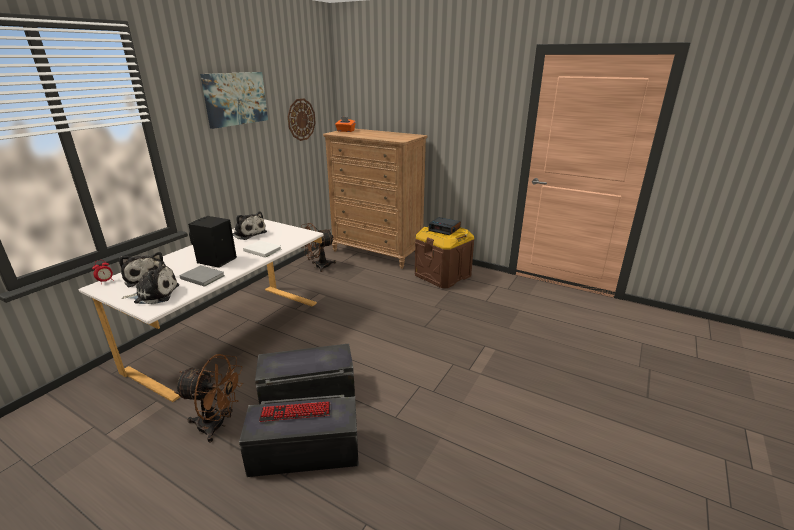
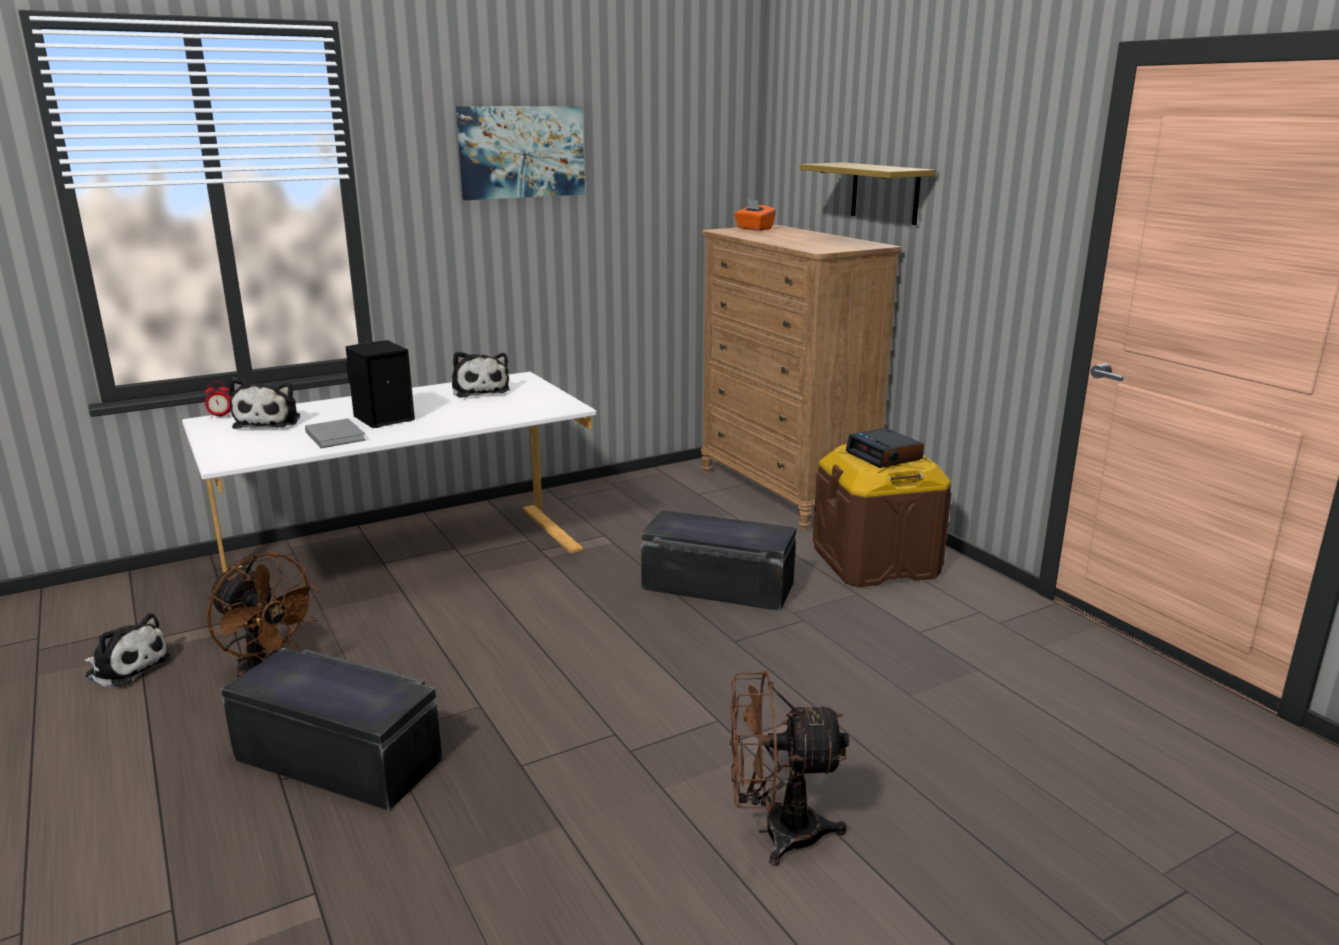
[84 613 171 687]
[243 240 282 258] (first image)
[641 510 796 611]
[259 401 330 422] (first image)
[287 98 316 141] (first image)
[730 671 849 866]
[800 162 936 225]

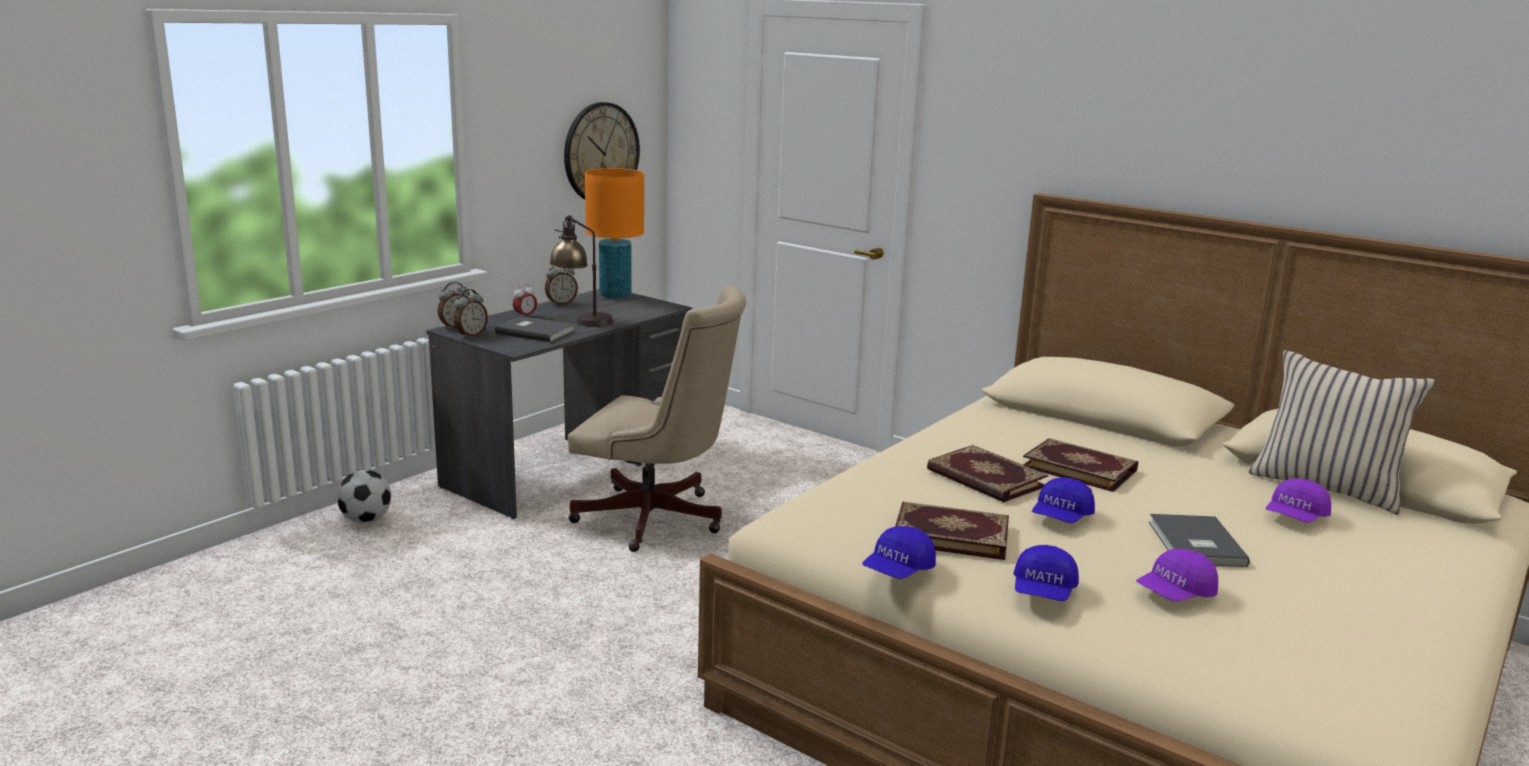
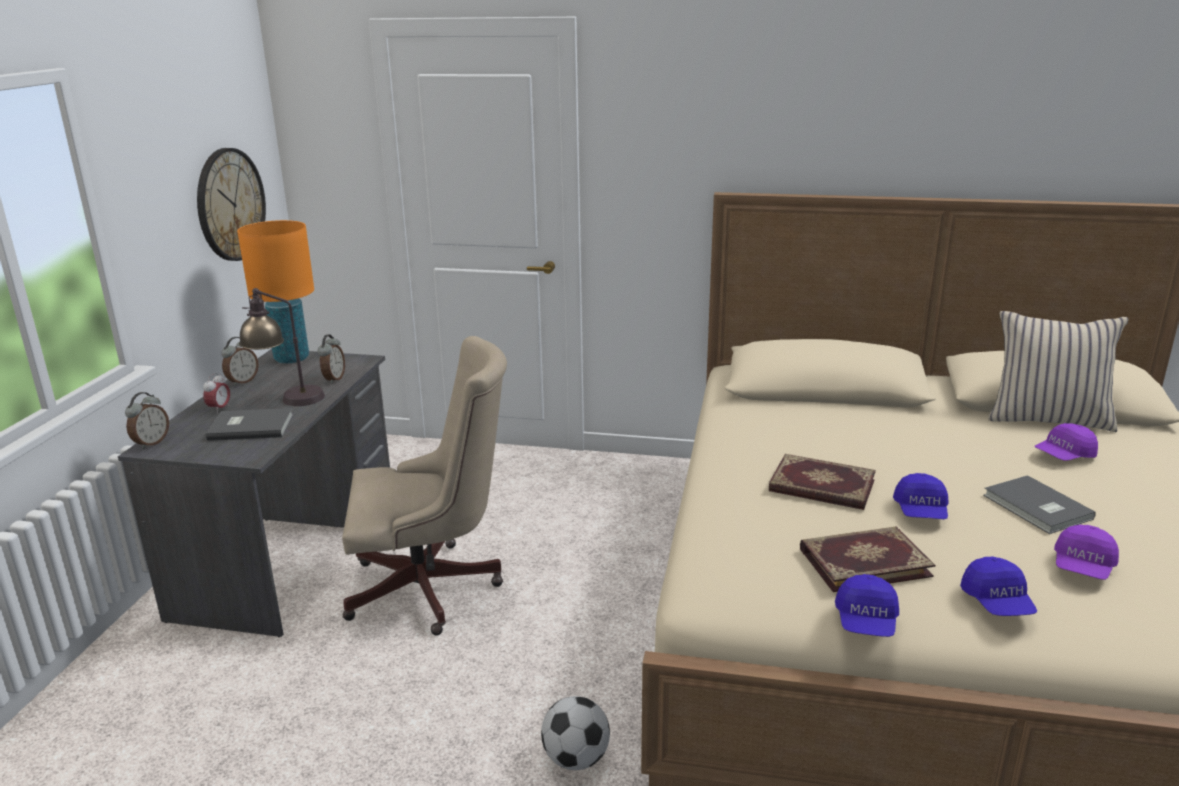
[541 696 610 770]
[318 334 345 384]
[1023 438 1138 492] (first image)
[1035 423 1098 461]

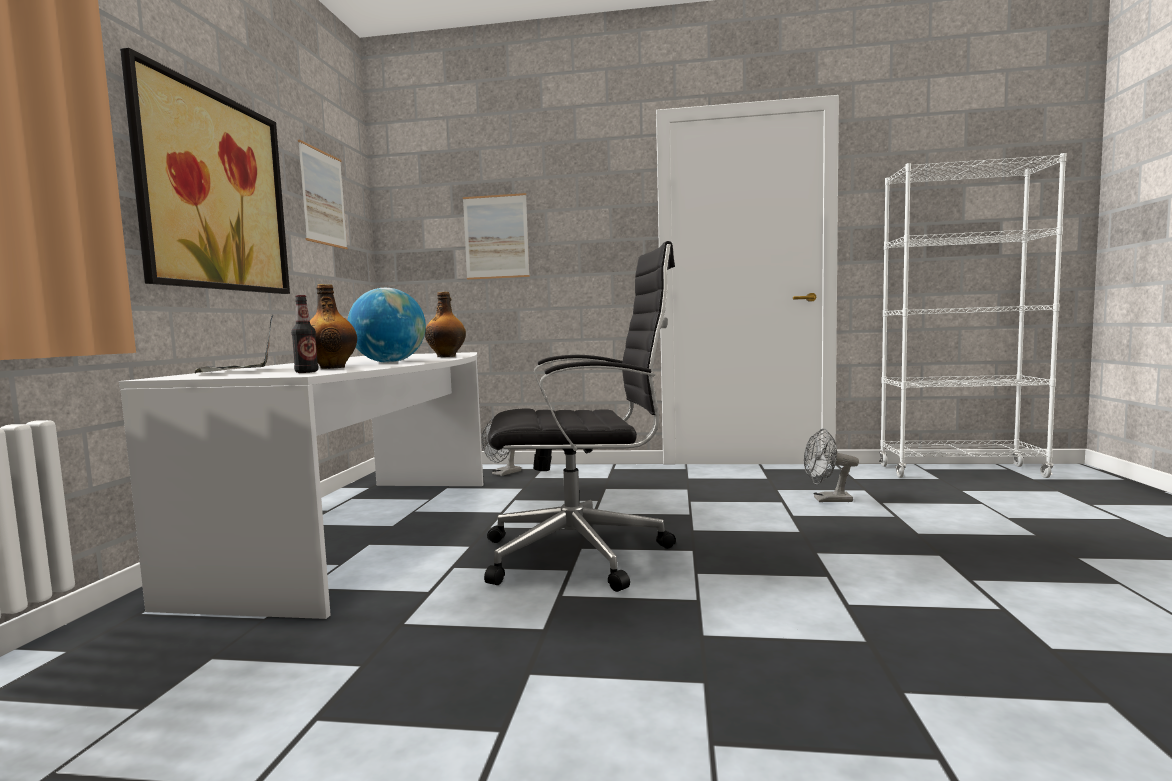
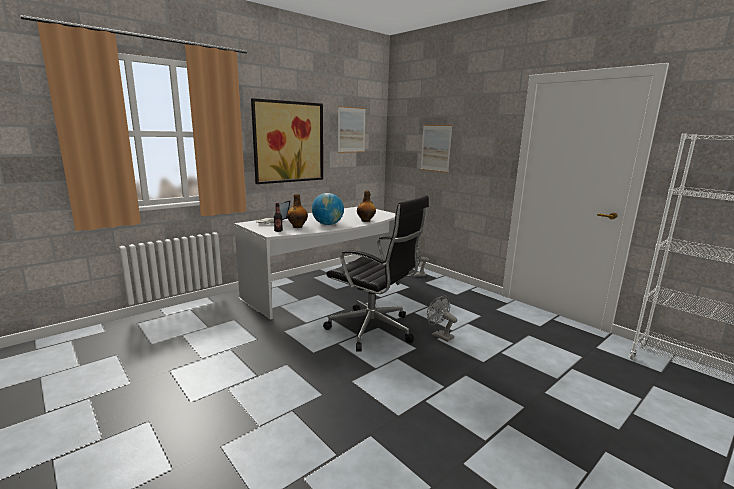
[427 295 457 342]

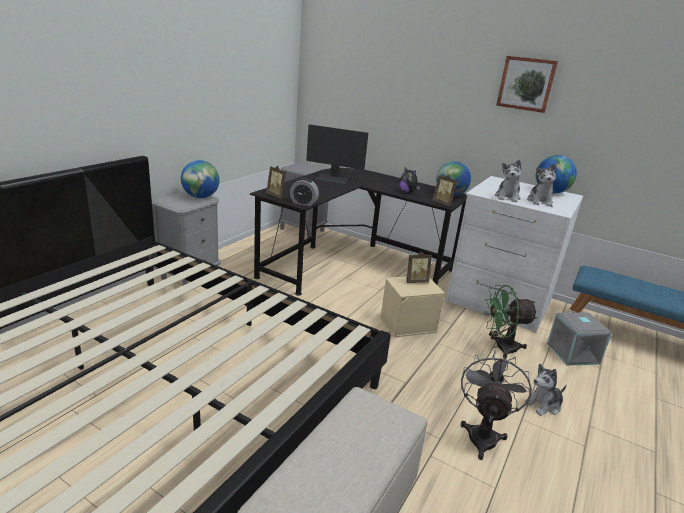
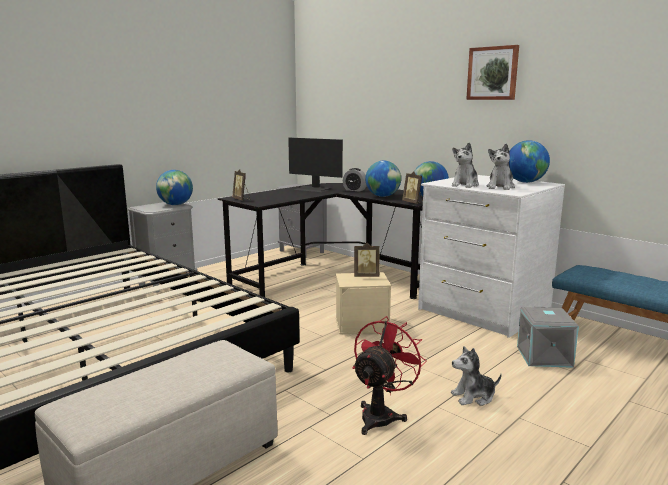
[343 168 367 192]
[365 161 401 197]
[352 316 427 435]
[484 285 538 358] (first image)

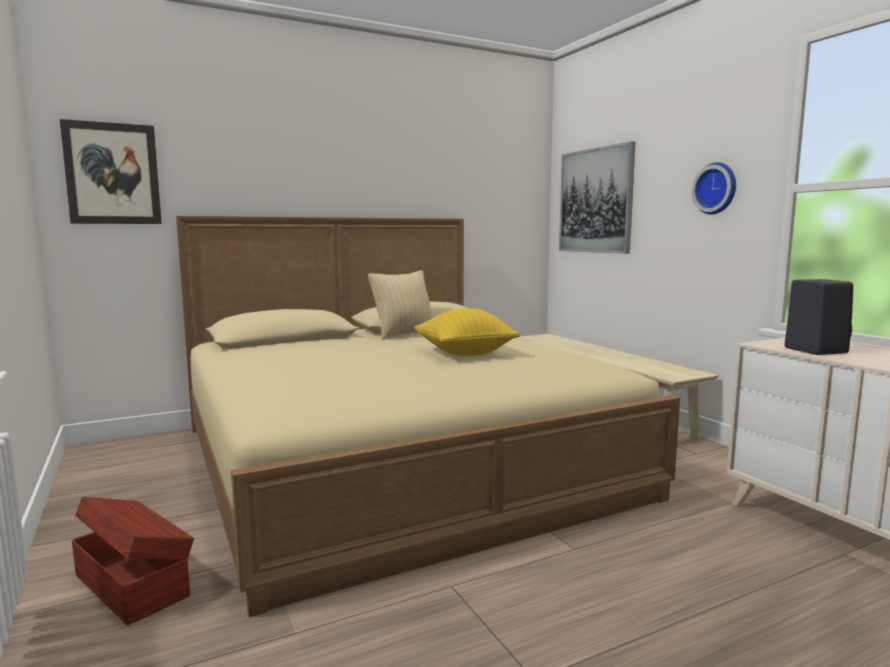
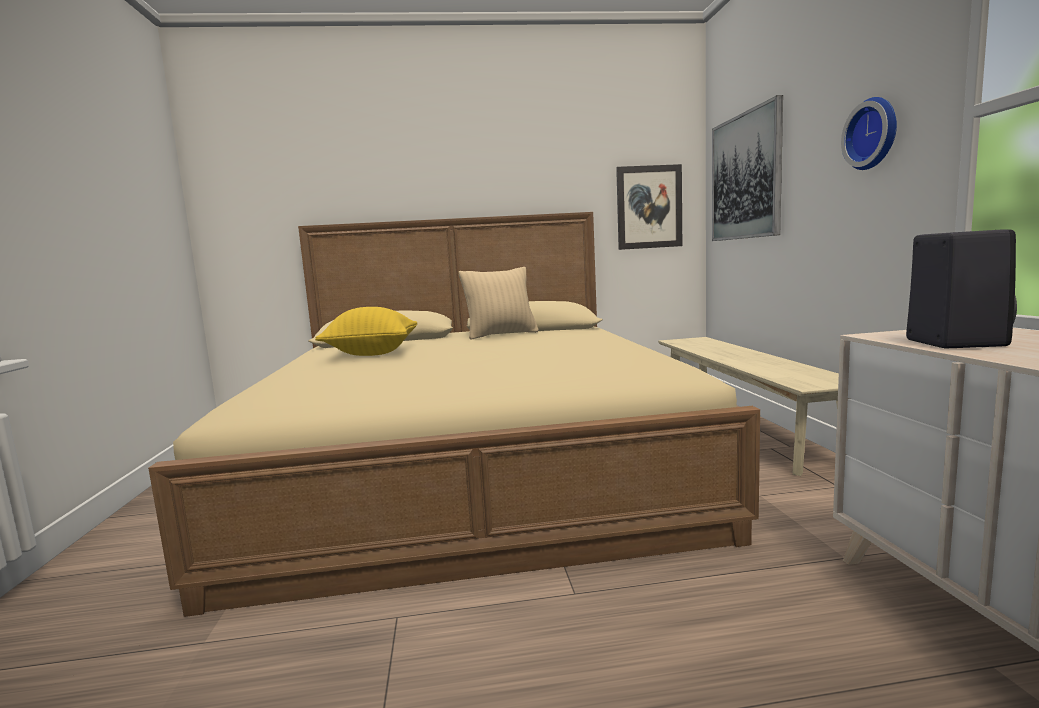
[616 164 682 250]
[72 497 194 626] (first image)
[315 307 417 356]

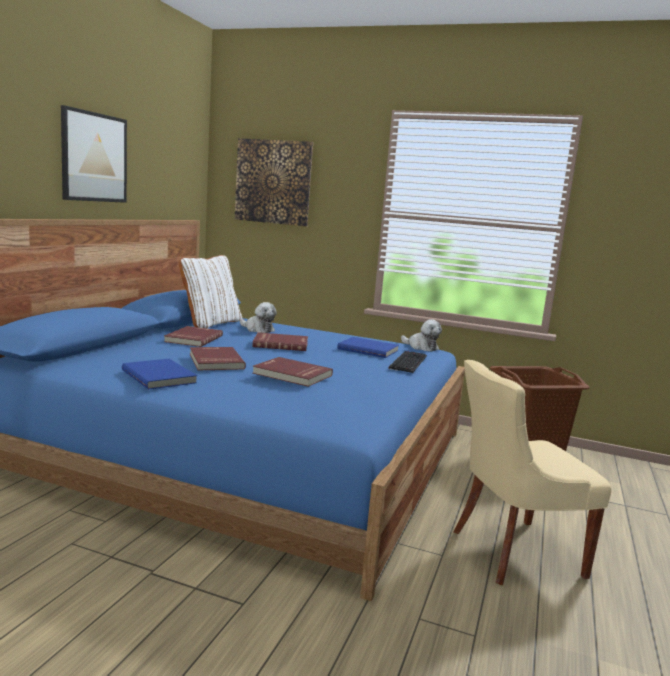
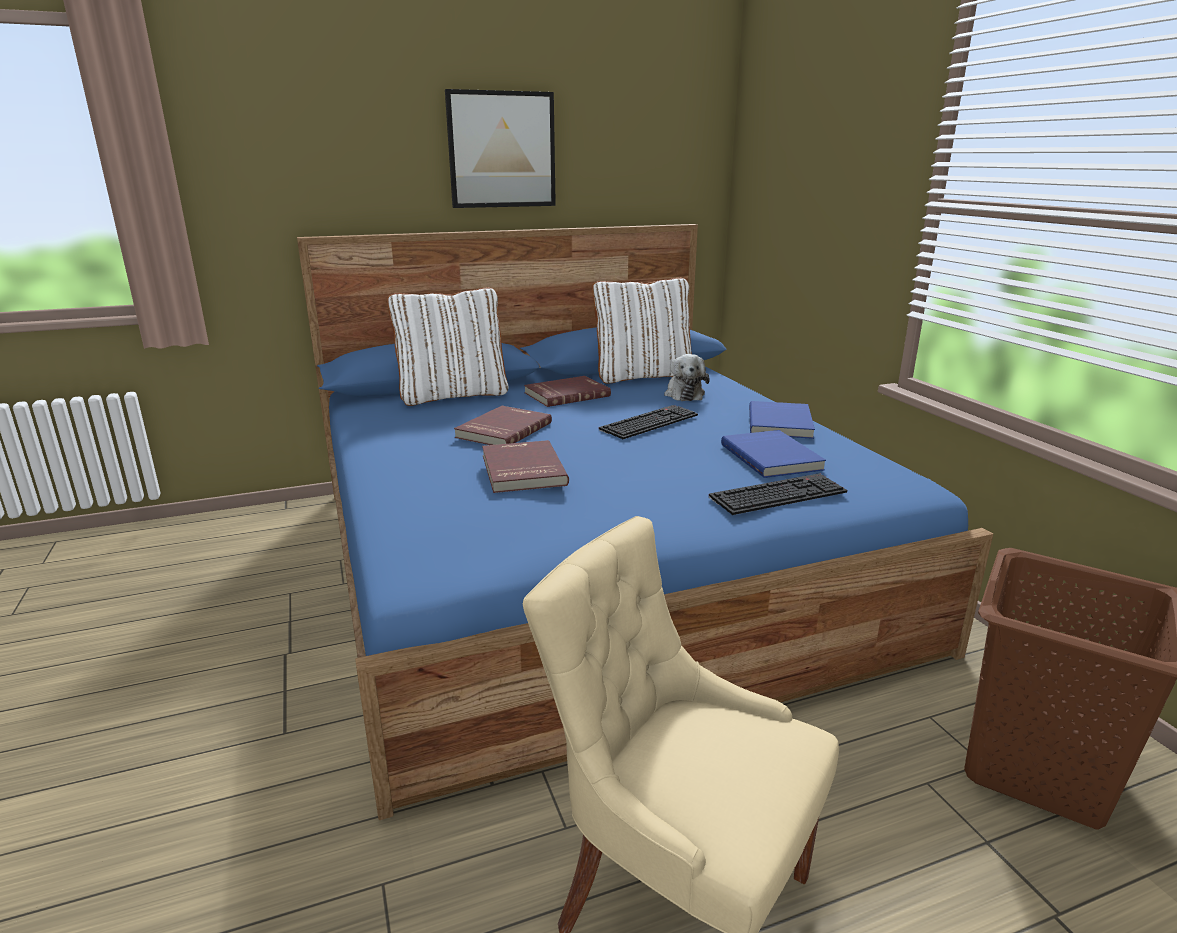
[749 401 815 439]
[235 138 313 226] (first image)
[599 405 698 439]
[401 319 442 351] (first image)
[387 288 508 406]

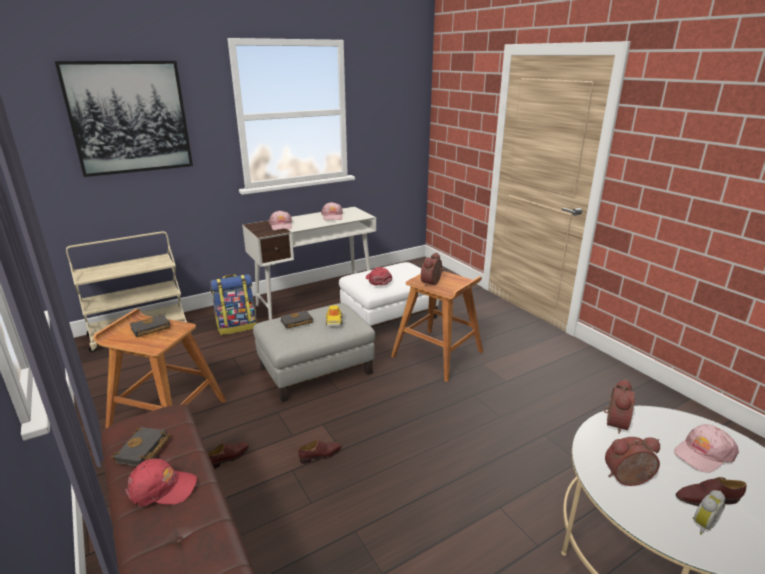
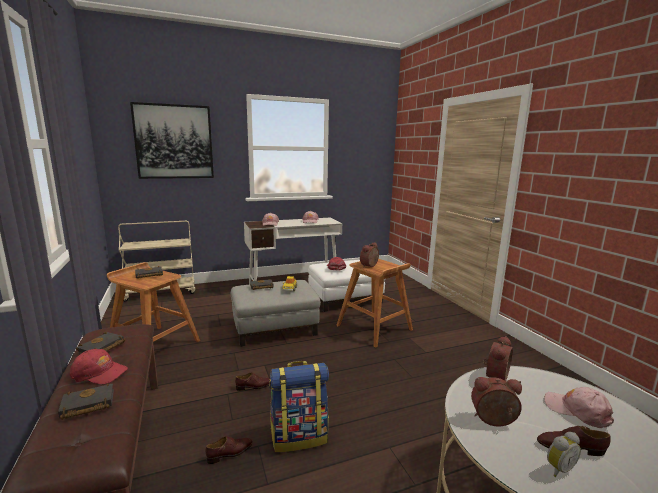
[206 436 253 464]
[269 361 329 452]
[544 387 614 428]
[58 383 114 420]

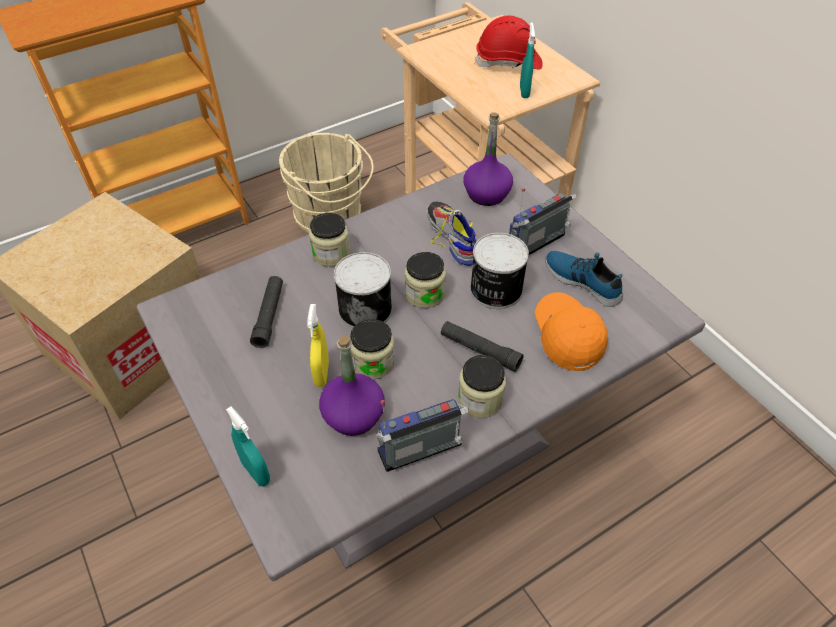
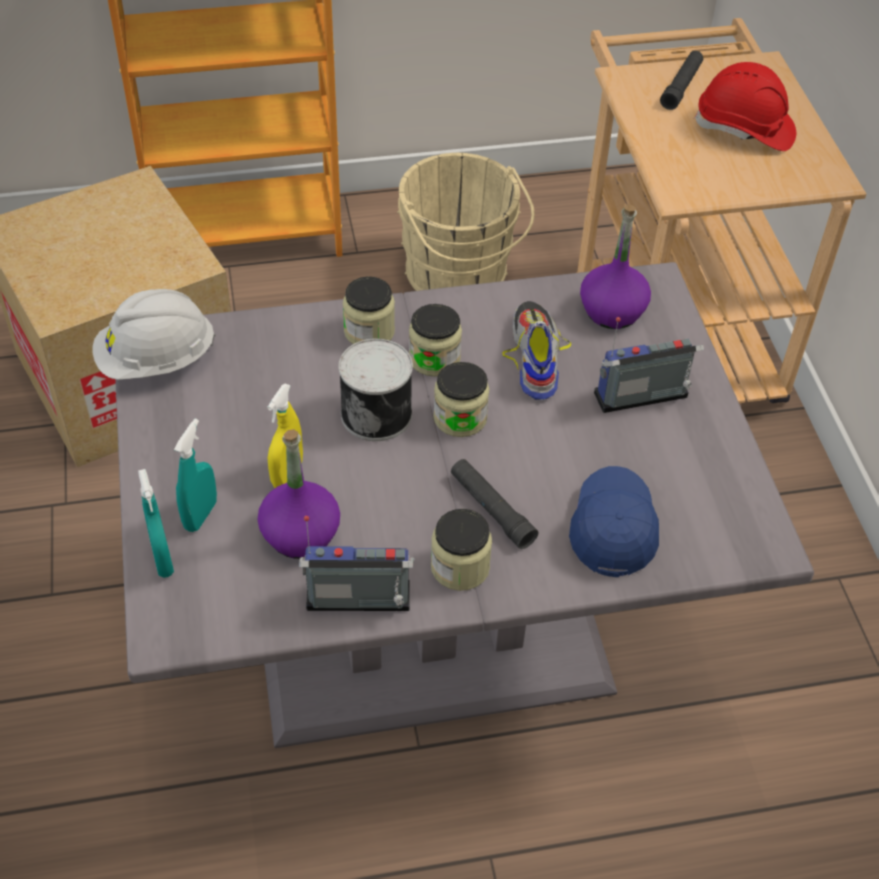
[660 51 704 110]
[409 304 462 377]
[470 233 529 309] (first image)
[174 418 217 532]
[569 466 659 577]
[545 251 623 307] (first image)
[93 289 215 380]

